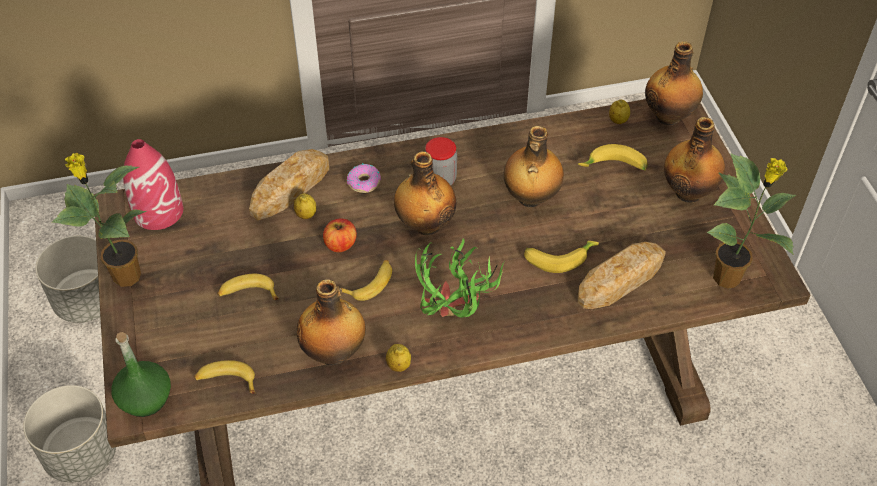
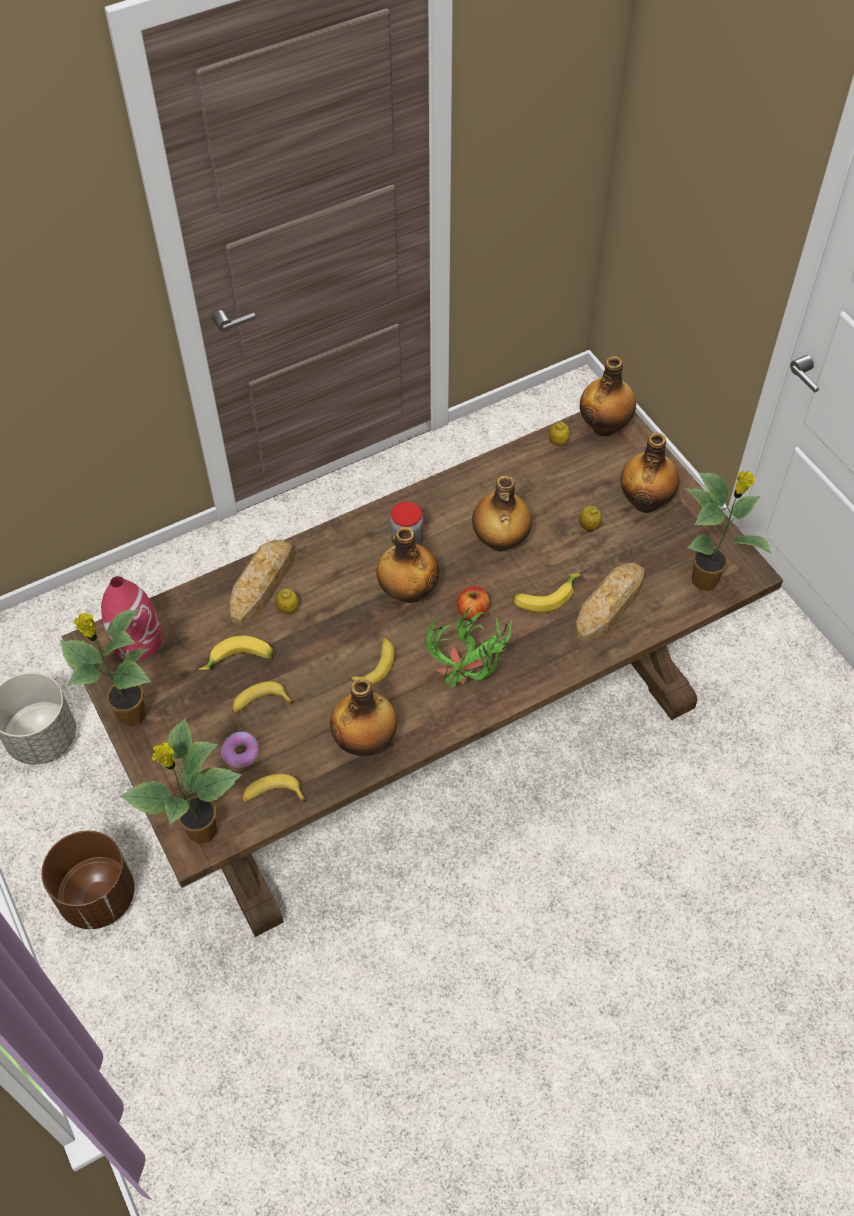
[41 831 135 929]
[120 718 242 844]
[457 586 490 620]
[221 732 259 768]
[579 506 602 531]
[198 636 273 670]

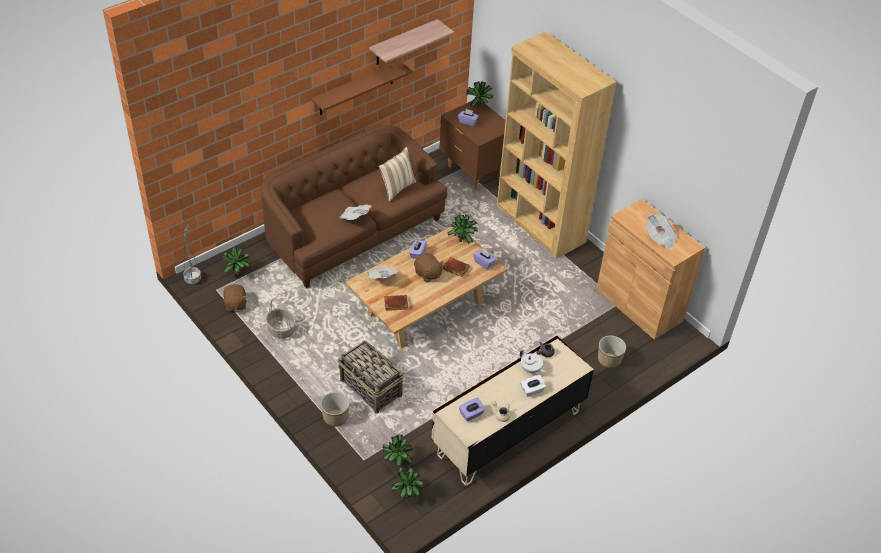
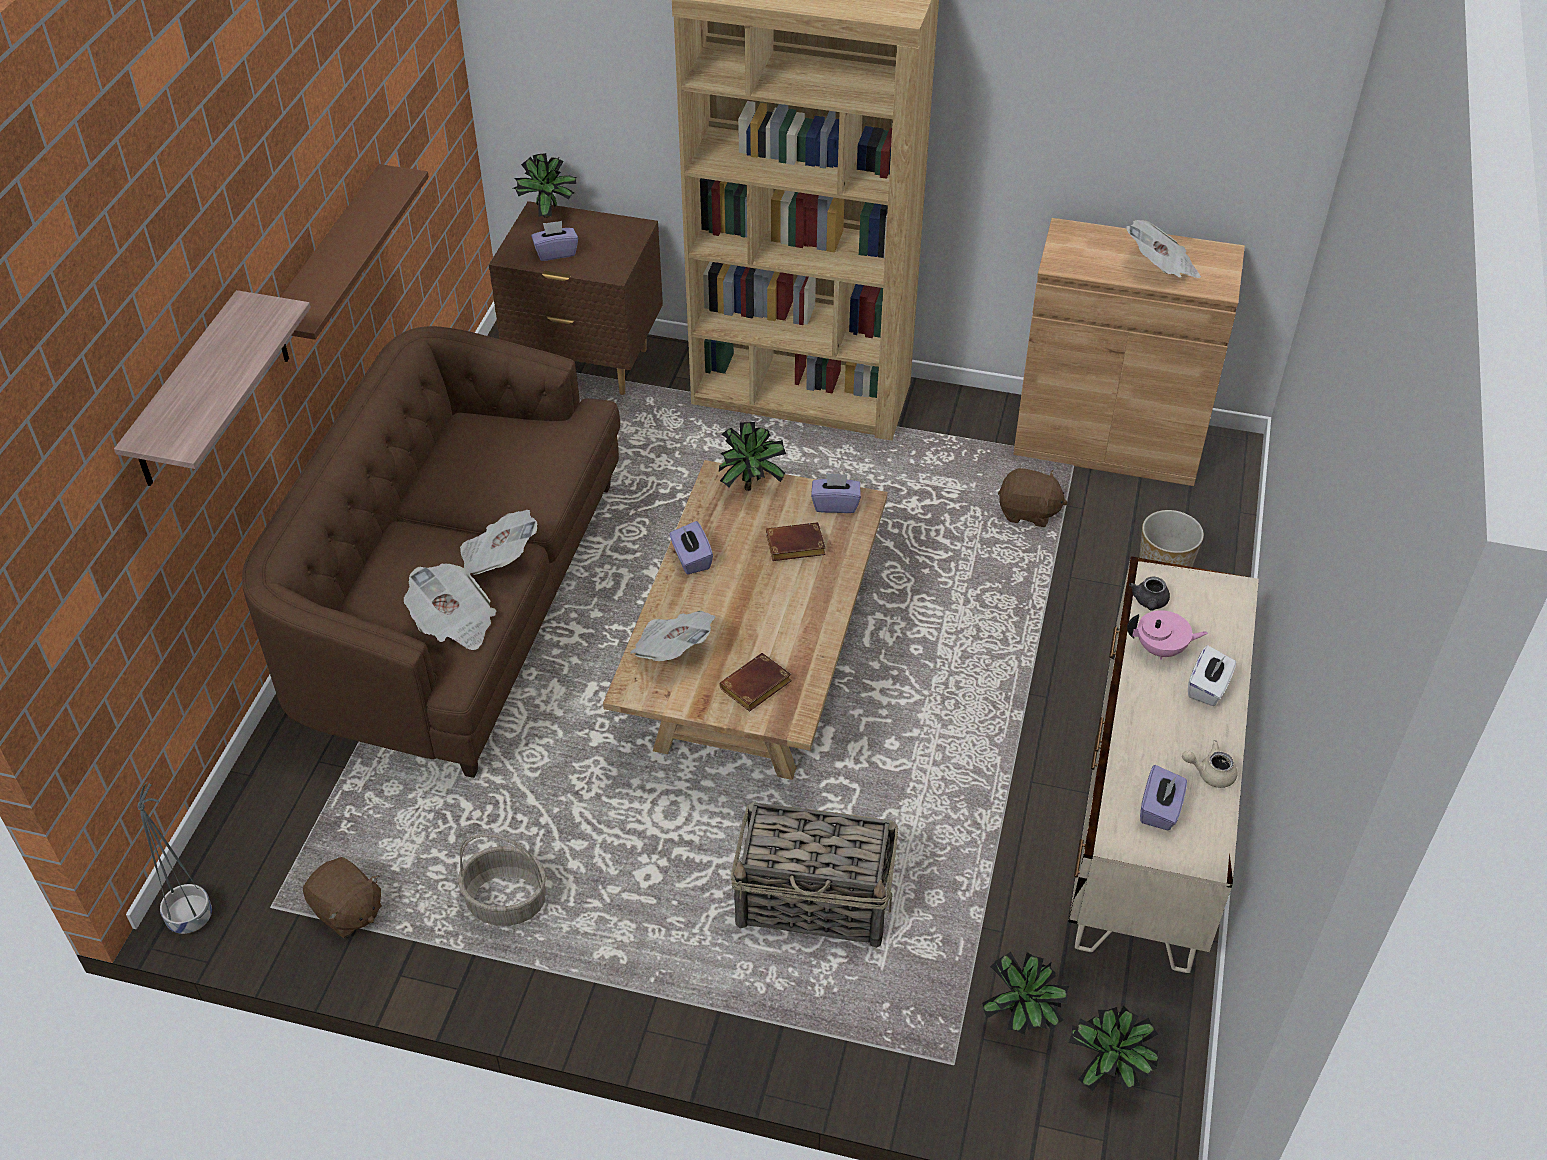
[222 247 250 274] (first image)
[321 392 350 426] (first image)
[114 290 311 486]
[379 147 416 202] (first image)
[998 468 1067 527]
[1127 610 1208 660]
[404 564 496 650]

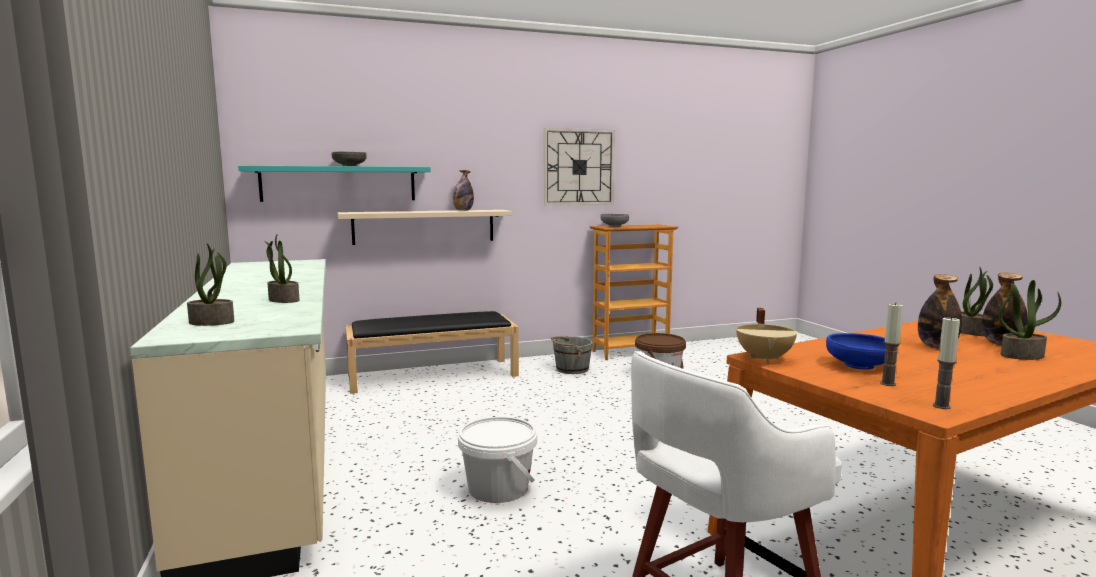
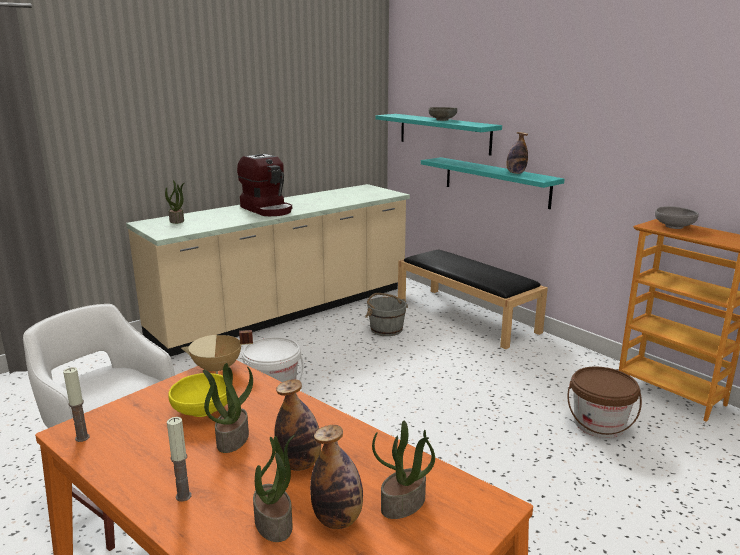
[203 363 253 453]
[421 157 564 209]
[544 128 615 205] (first image)
[365 293 408 336]
[168 373 227 417]
[167 417 192 502]
[237 154 292 216]

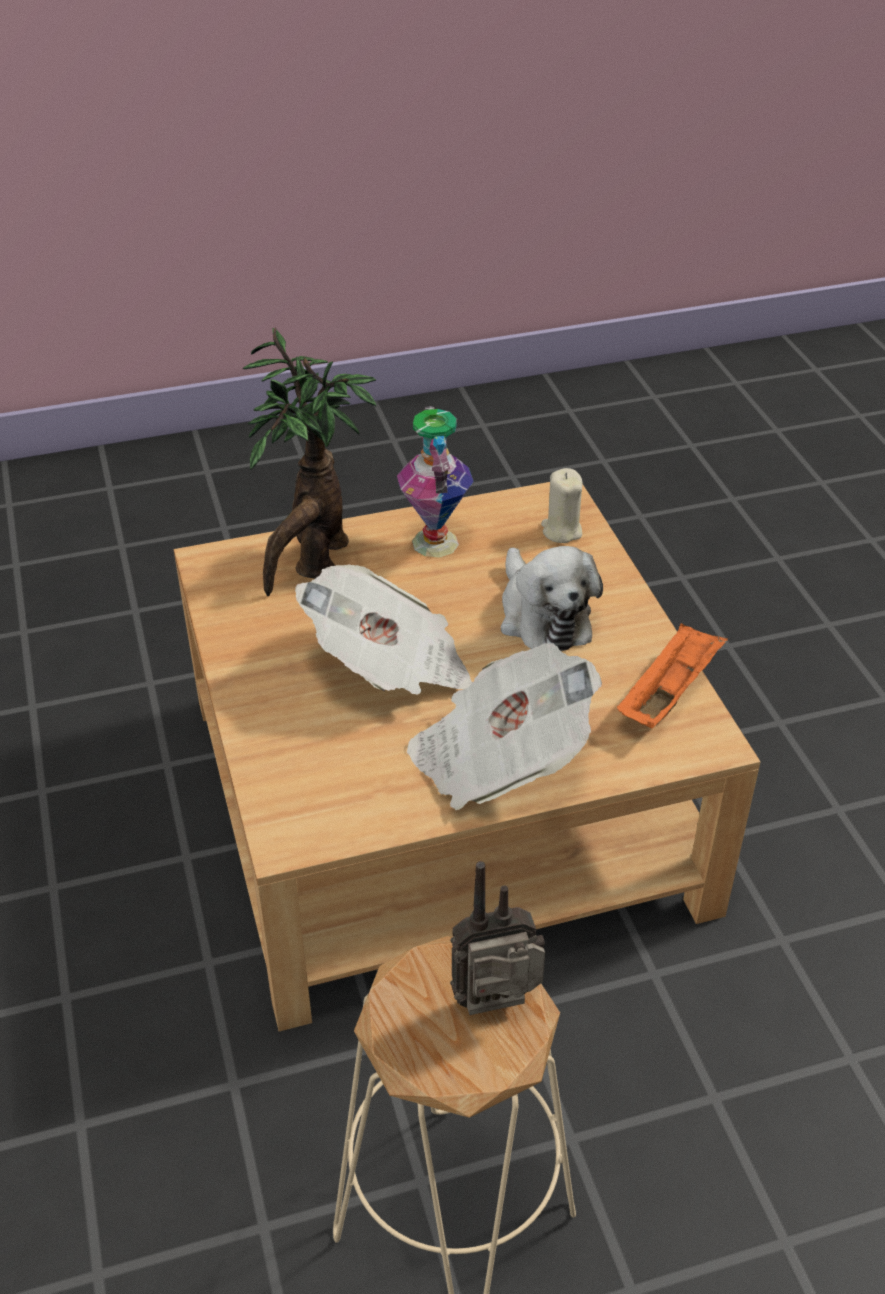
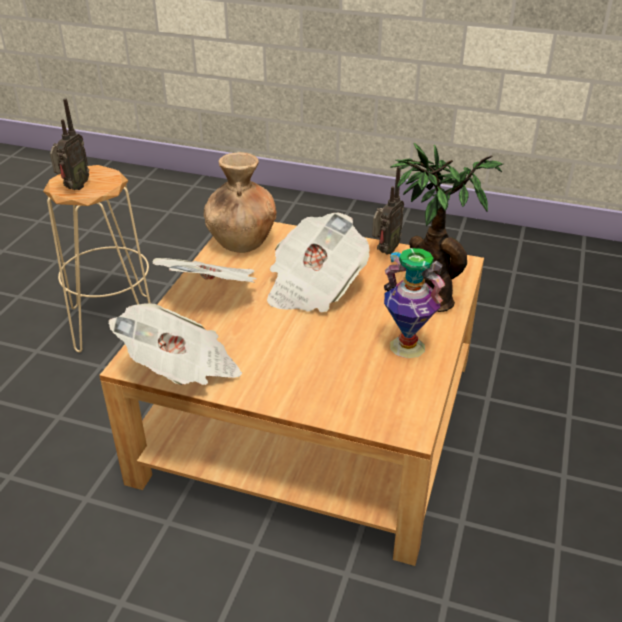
[501 546 603 651] (first image)
[541 468 583 543] (first image)
[108 303 242 385]
[204 152 277 253]
[372 166 404 255]

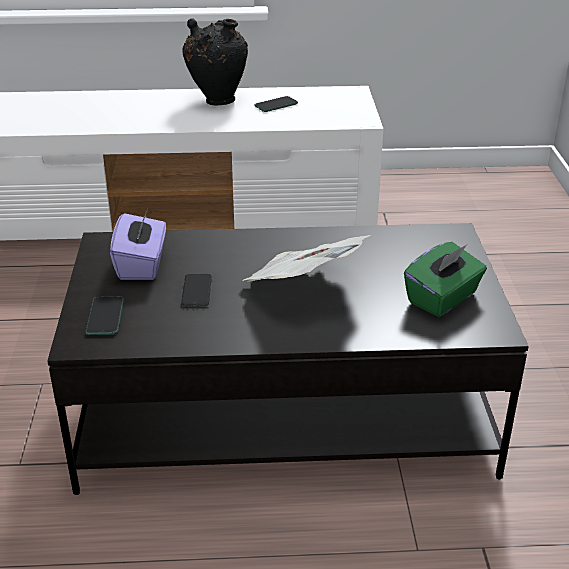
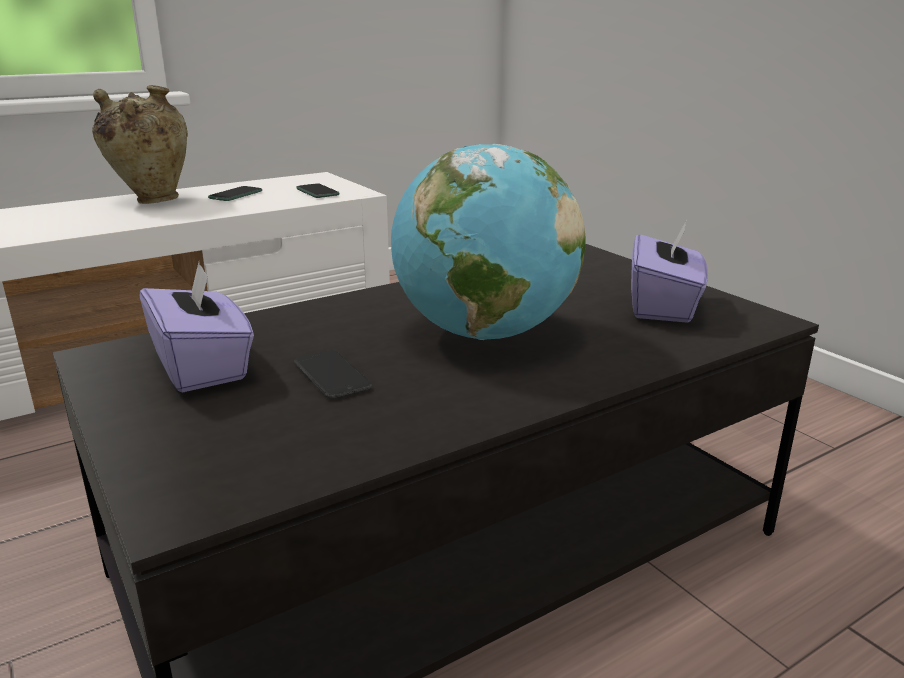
[296 183 339 198]
[92 85 188 204]
[391 144 585 340]
[631 223 708 323]

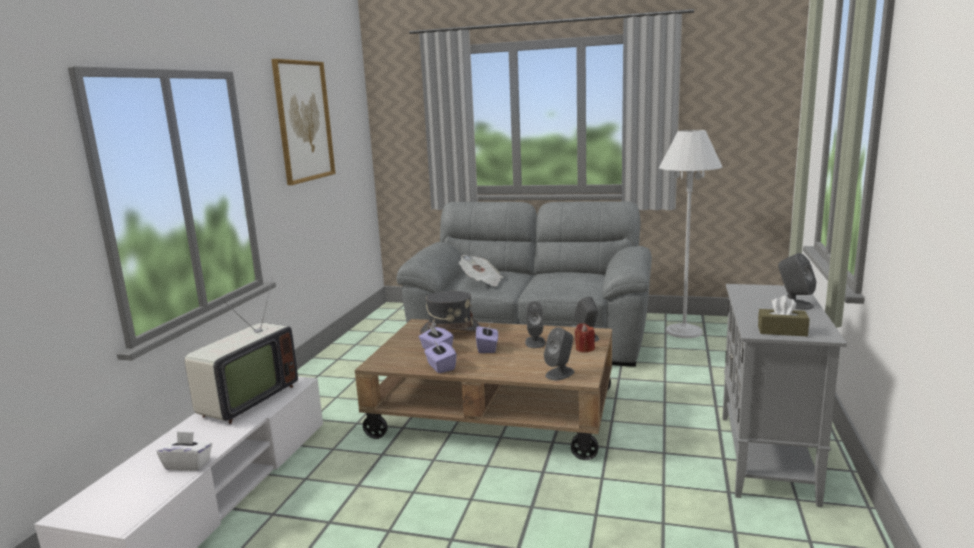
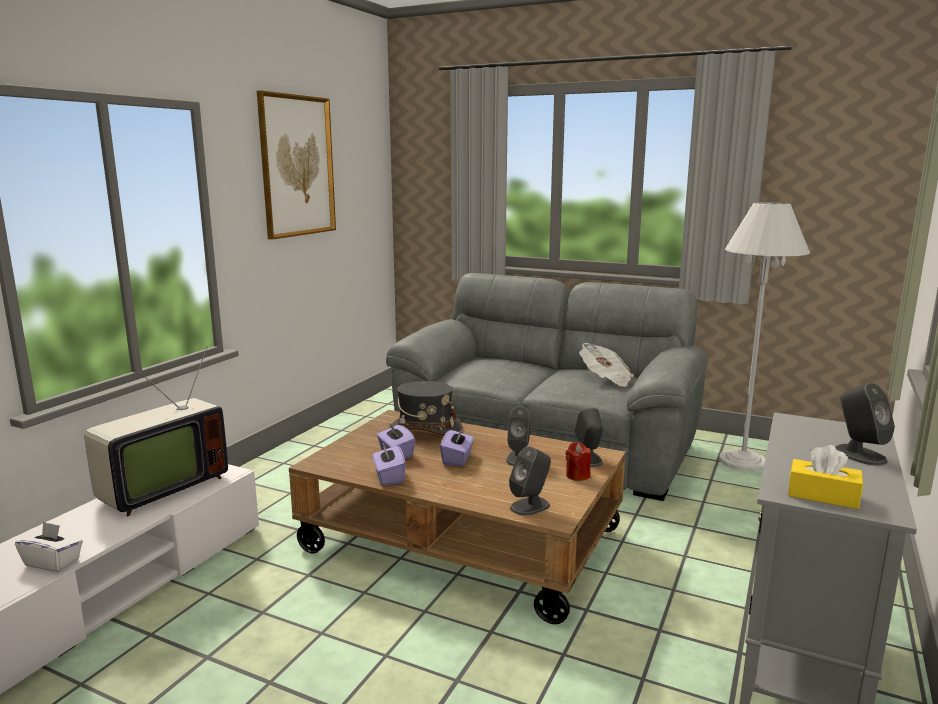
[579 343 634 387]
[788 445 863 509]

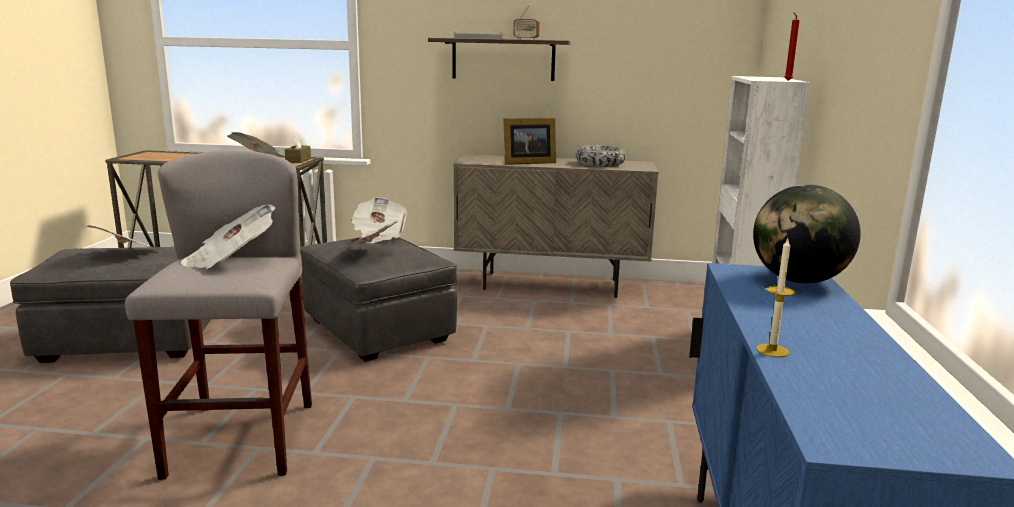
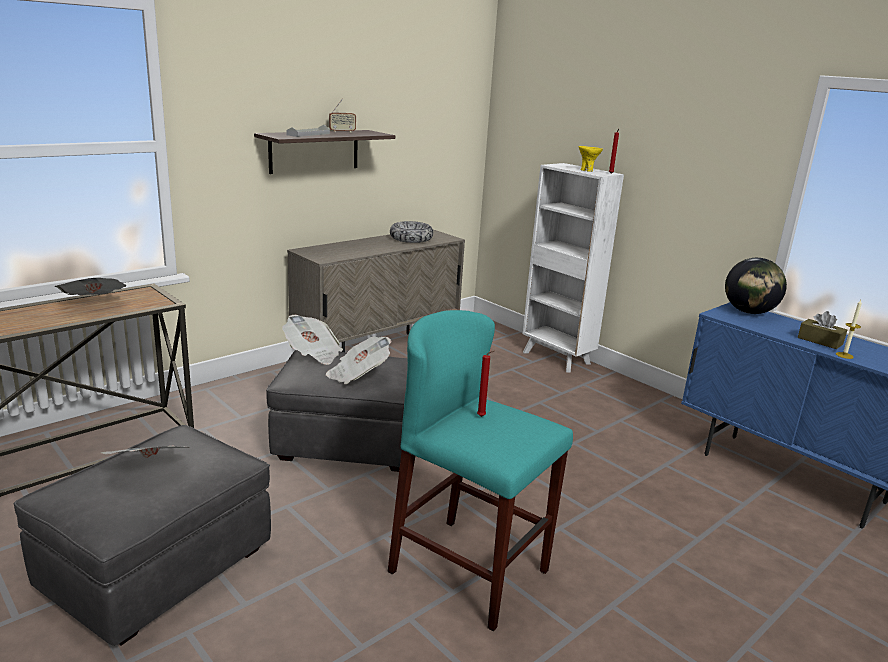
[388 310 573 631]
[477 351 494 417]
[798 311 847 349]
[503 118 556 165] (first image)
[578 146 603 172]

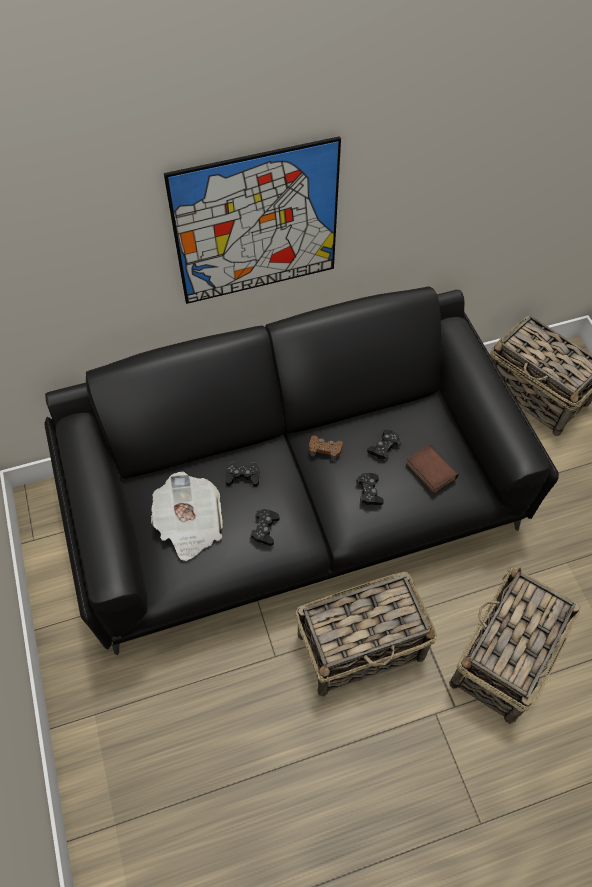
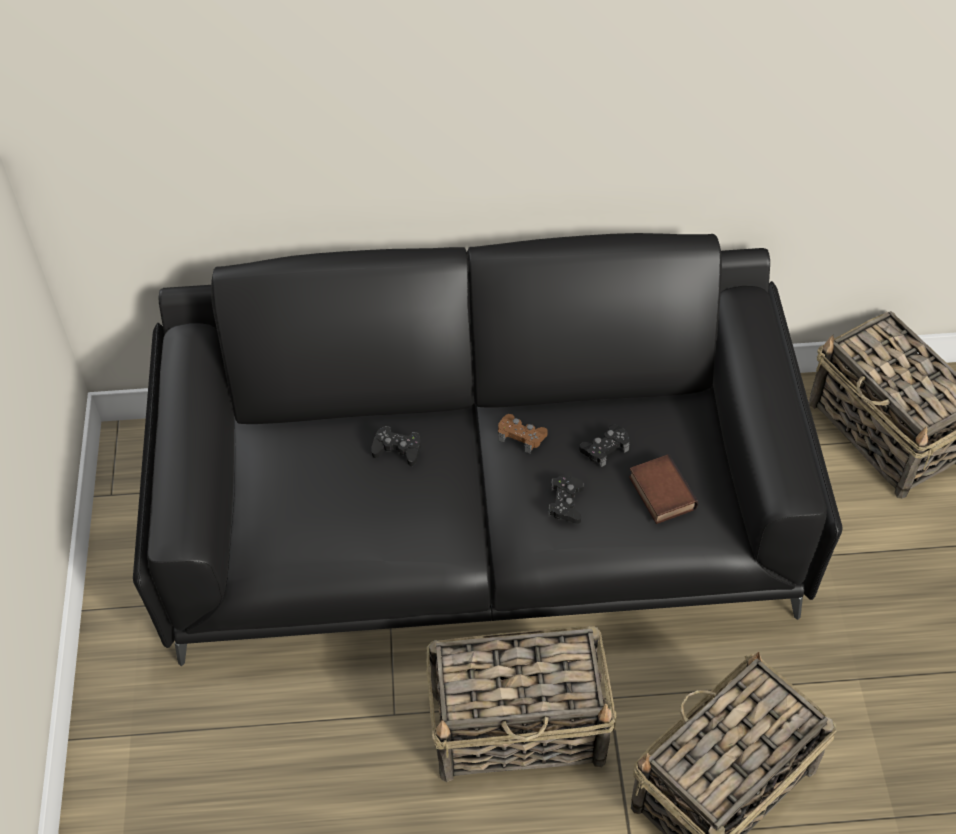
[151 472 223 561] (first image)
[164 136 341 304] (first image)
[251 509 280 546] (first image)

